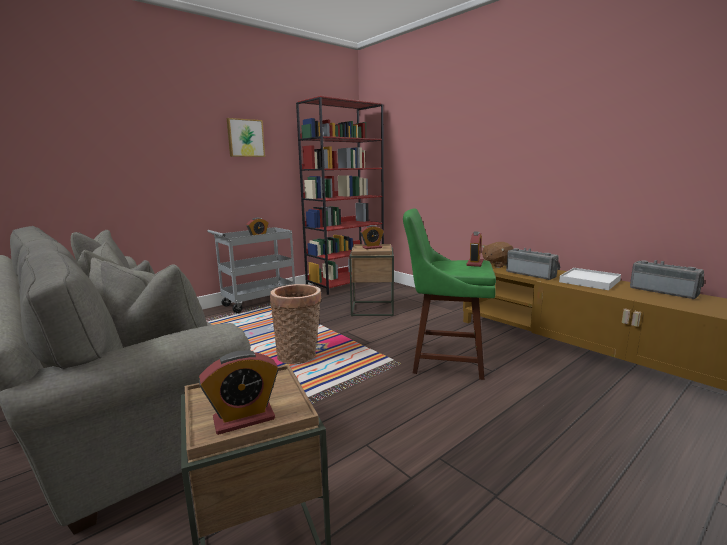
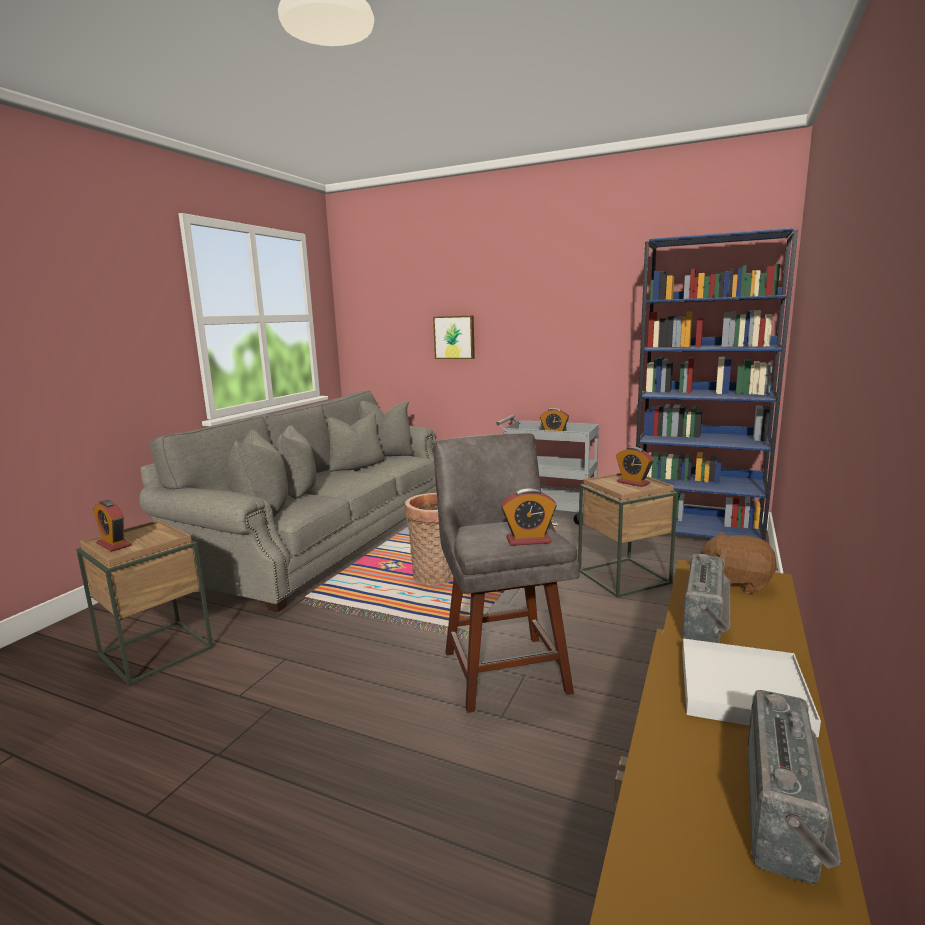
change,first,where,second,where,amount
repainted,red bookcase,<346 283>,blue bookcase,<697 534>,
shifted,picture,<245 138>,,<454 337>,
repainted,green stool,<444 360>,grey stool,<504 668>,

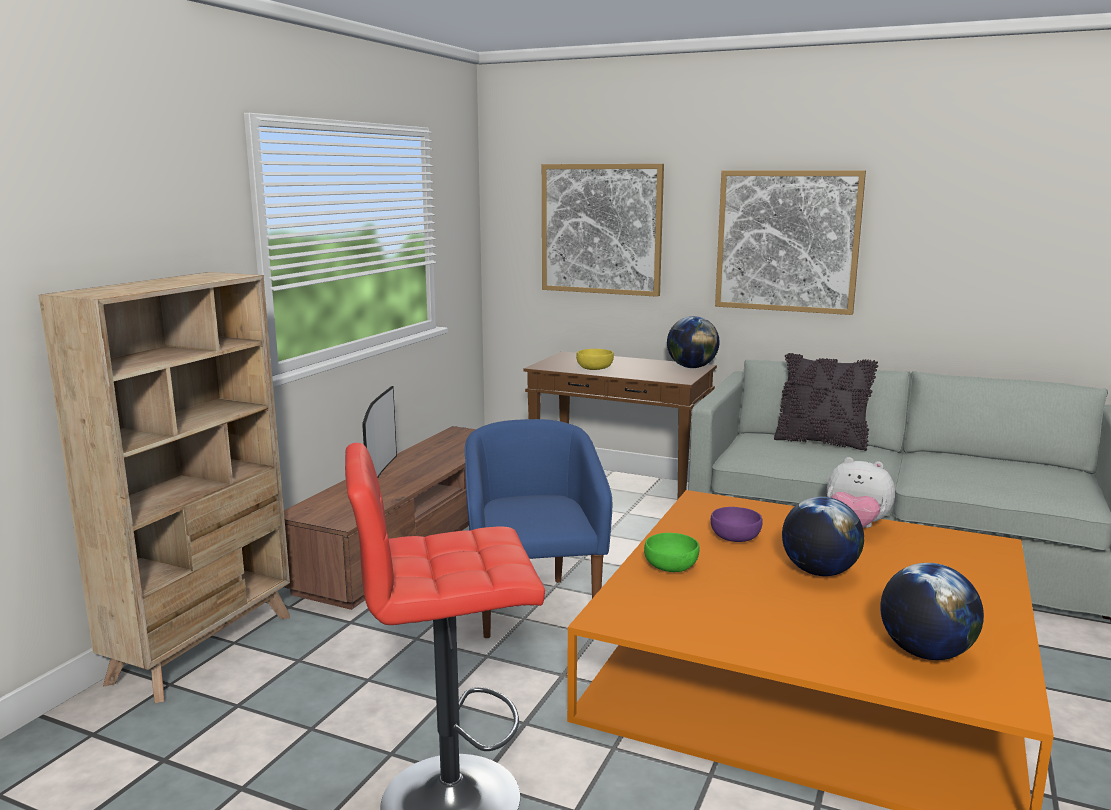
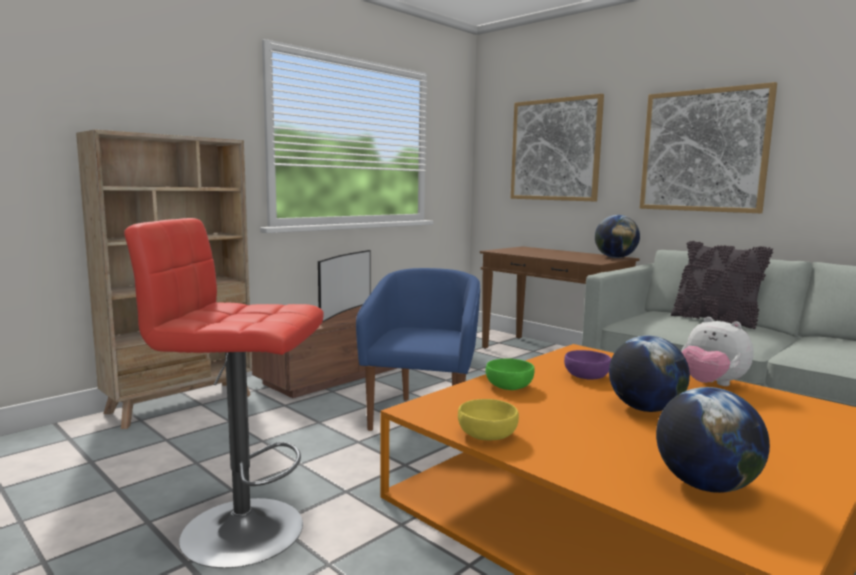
change,first,where,second,where,amount
shifted,yellow bowl,<595 368>,,<488 435>,

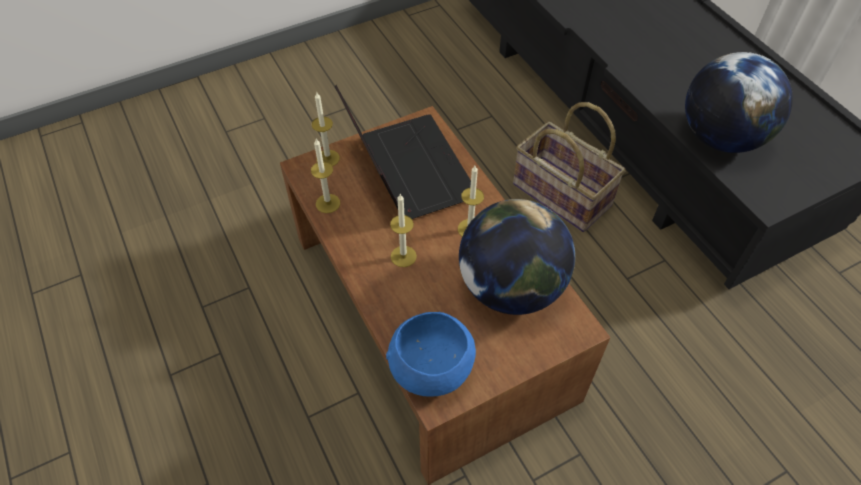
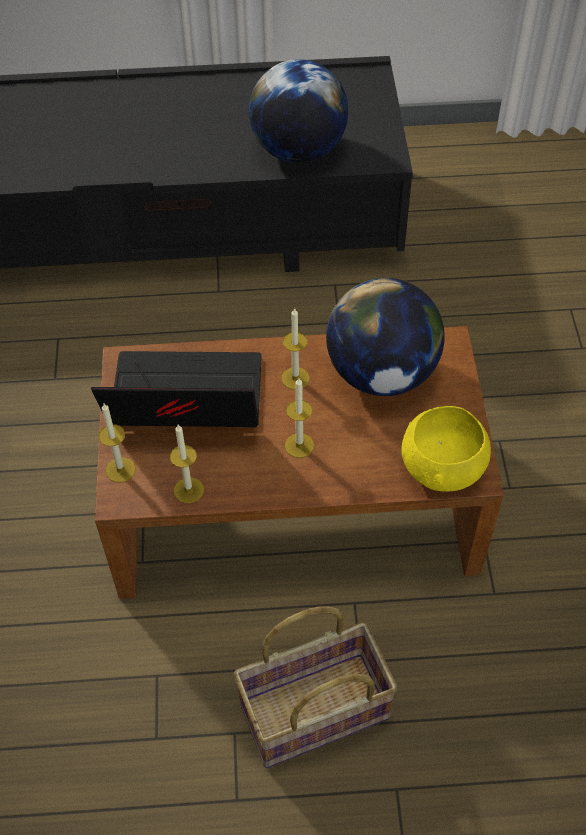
change,first,where,second,where,amount
shifted,basket,<560 195>,,<314 713>,
repainted,blue bowl,<430 370>,yellow bowl,<442 469>,

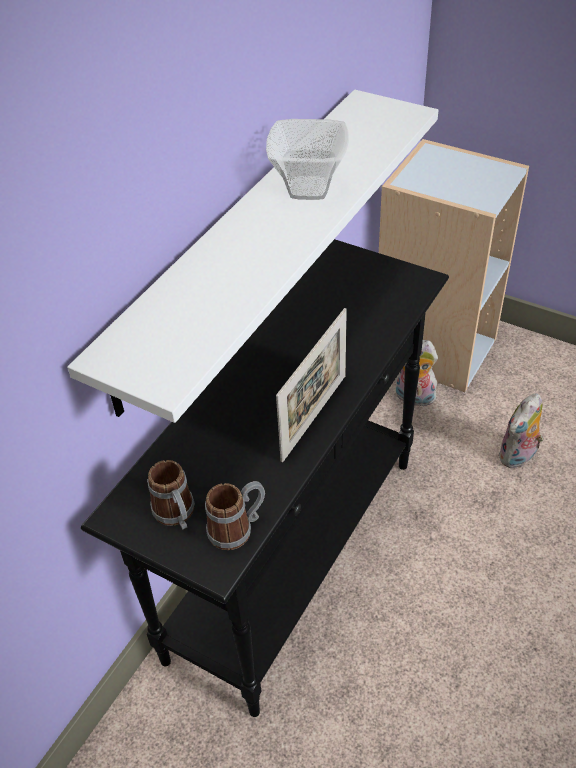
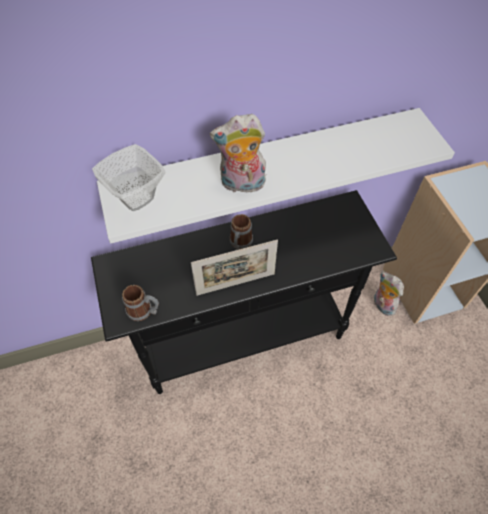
change,first,where,second,where,amount
shifted,bowl,<307 188>,,<137 197>,
shifted,plush toy,<518 457>,,<241 185>,
shifted,mug,<177 515>,,<240 244>,

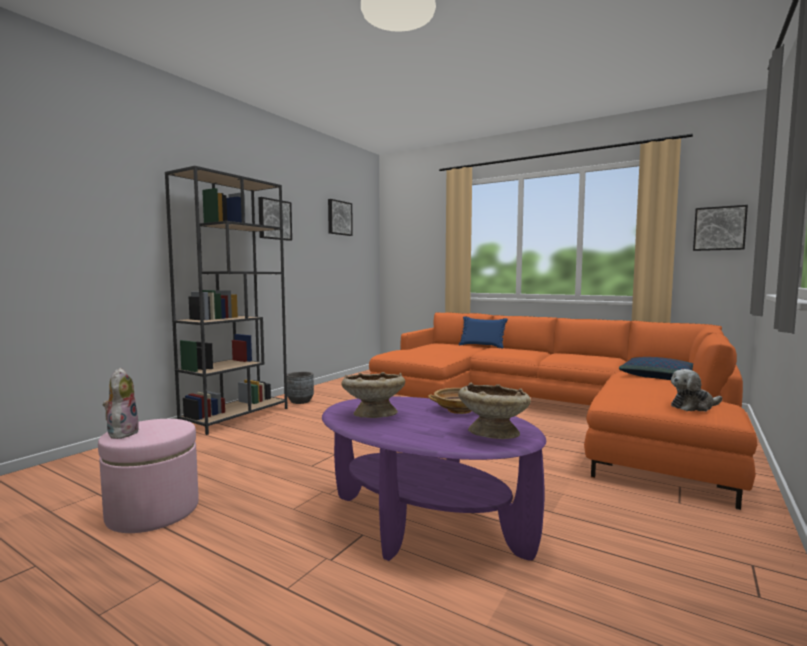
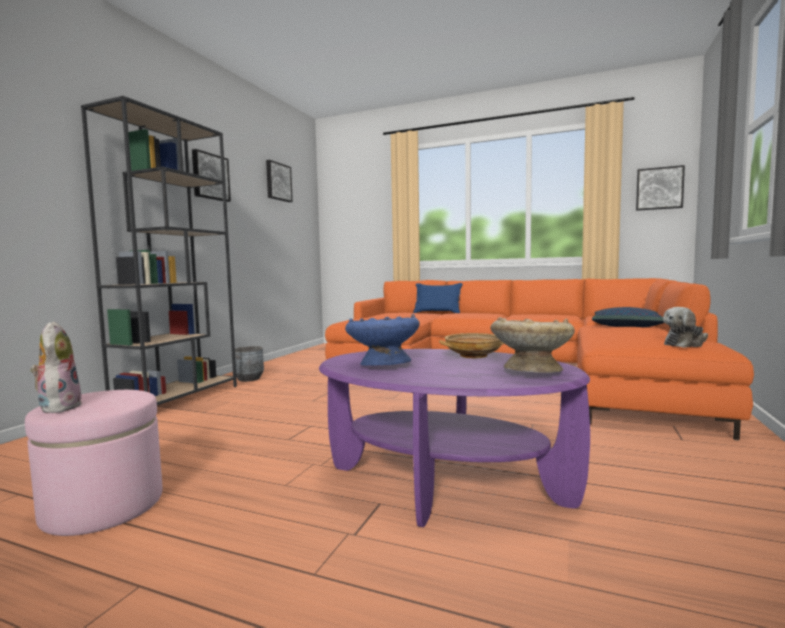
change,first,where,second,where,amount
repainted,beige bowl,<373 415>,blue bowl,<382 365>,

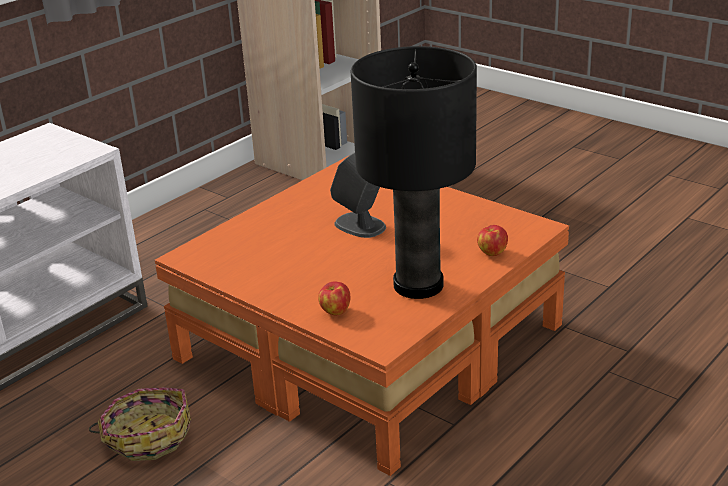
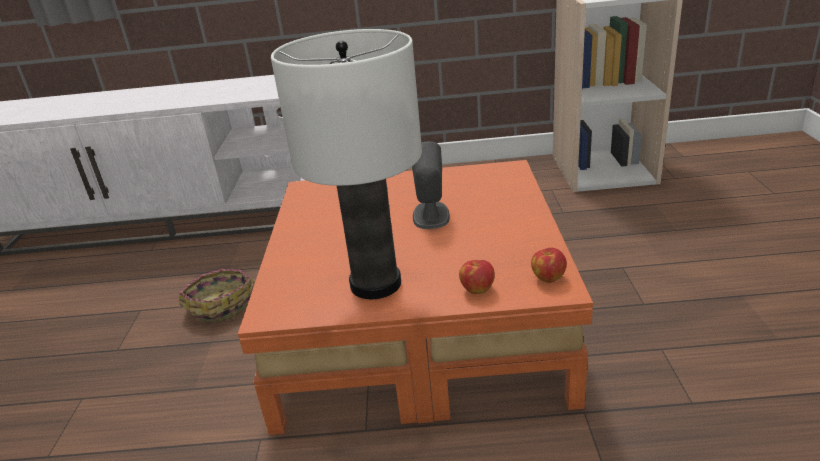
change,first,where,second,where,amount
repainted,black table lamp,<417 285>,white table lamp,<375 283>,
shifted,apple,<335 311>,,<548 277>,

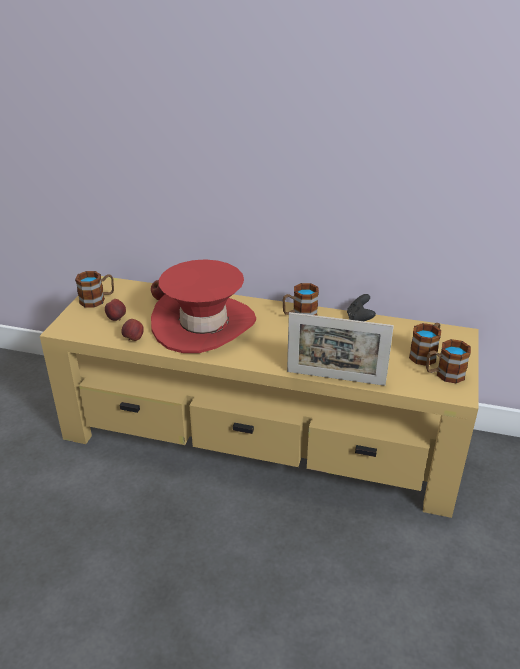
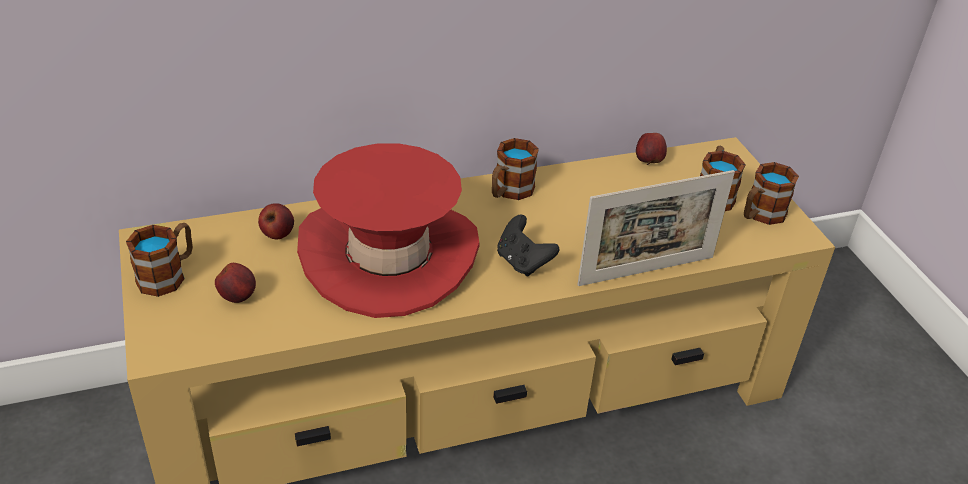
change,first,where,second,where,amount
shifted,black game controller,<359 320>,,<523 262>,
shifted,apple,<133 339>,,<649 162>,

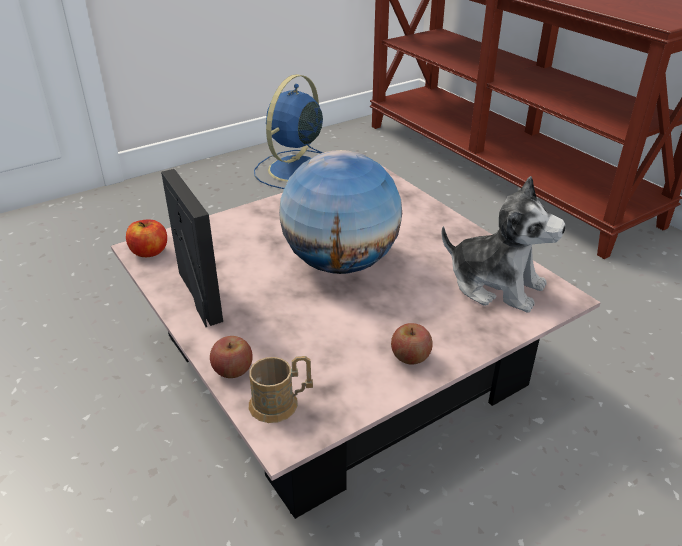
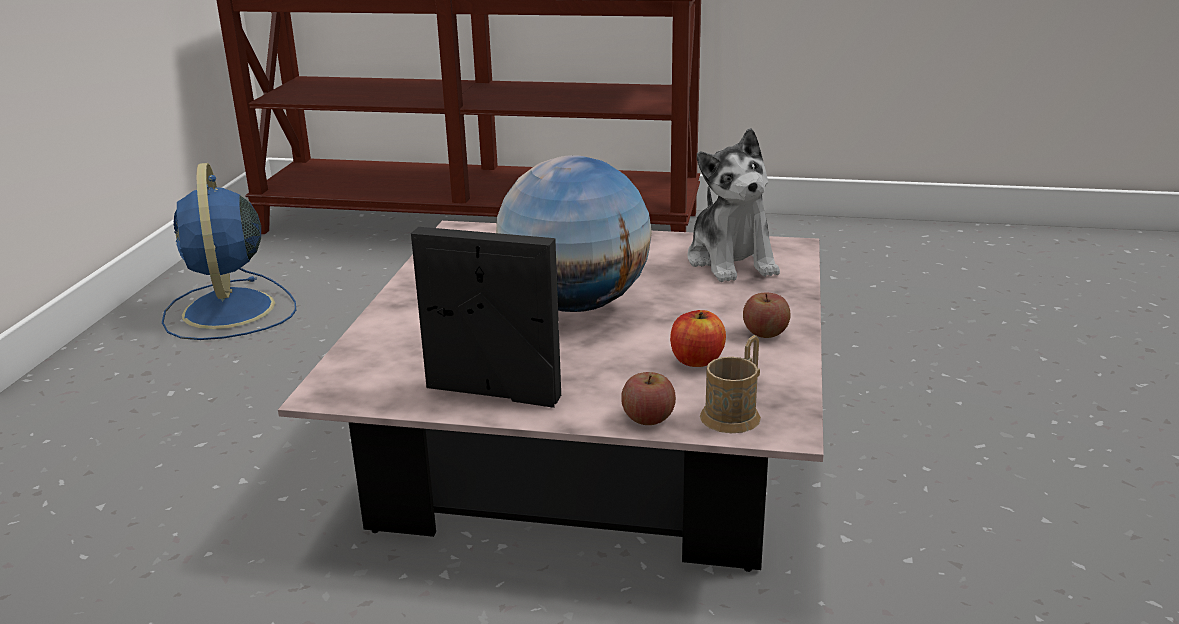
change,first,where,second,where,amount
rotated,plush toy,<496 285>,,<732 260>,90 degrees clockwise
shifted,apple,<149 252>,,<696 360>,

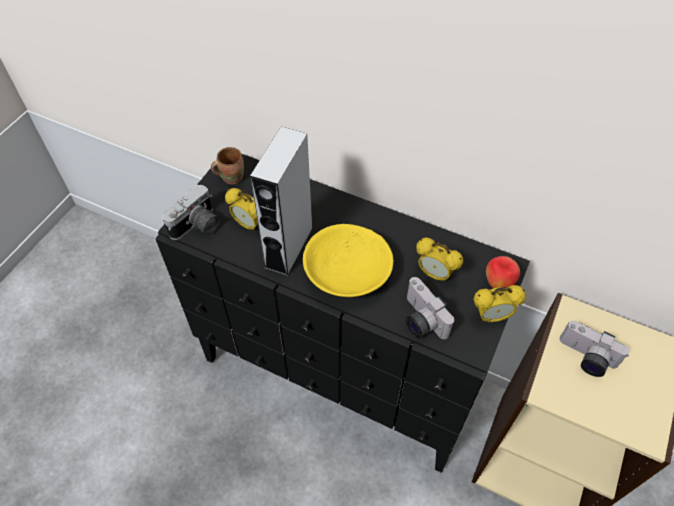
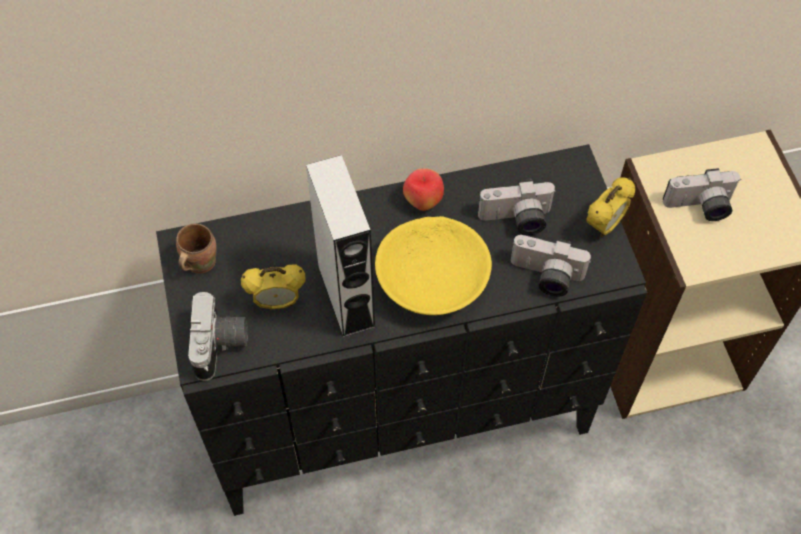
change,first,where,second,where,amount
swapped,alarm clock,<434 274>,photo camera,<516 220>,
shifted,apple,<498 283>,,<423 201>,

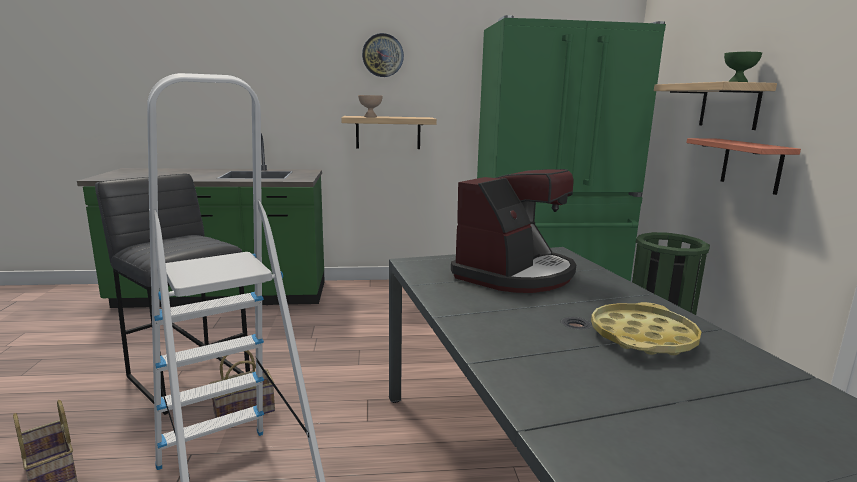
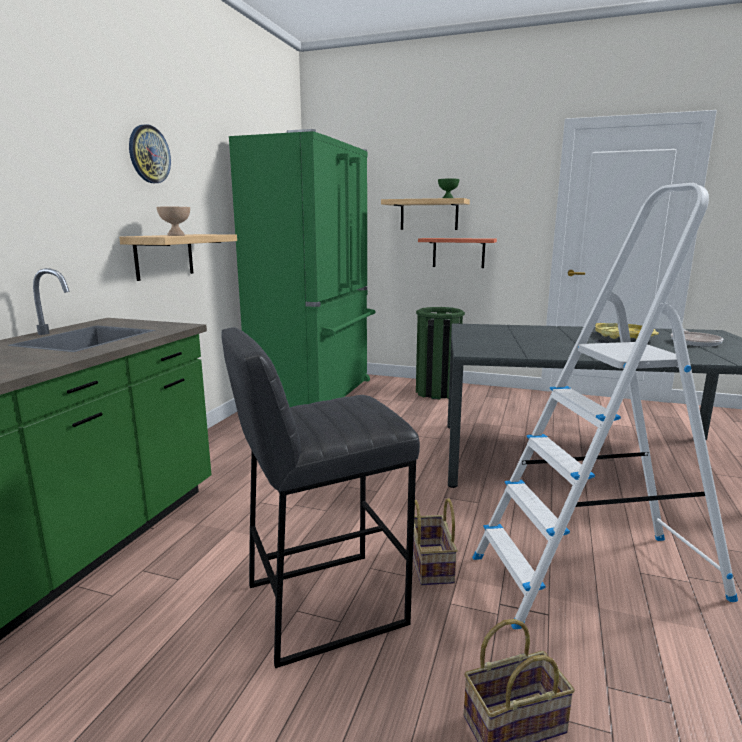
change,first,where,second,where,amount
gone,coffee machine,<515 274>,,,
new,,,frying pan,<694 342>,

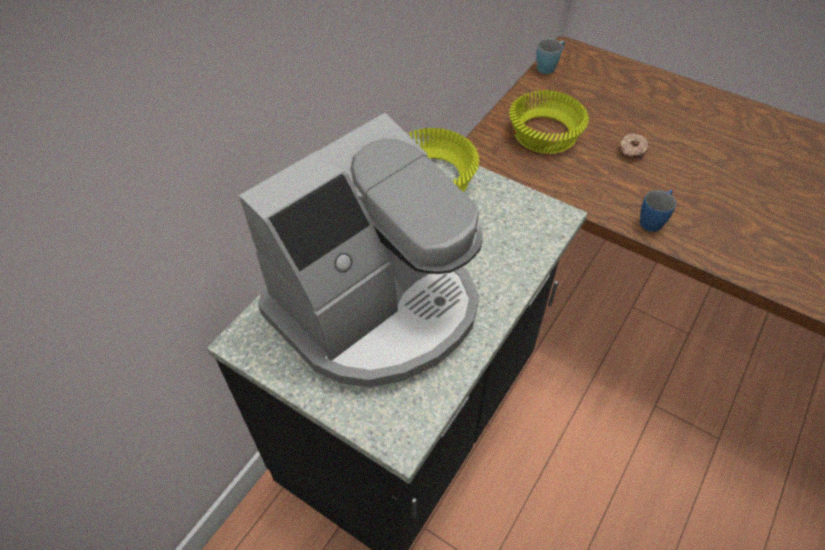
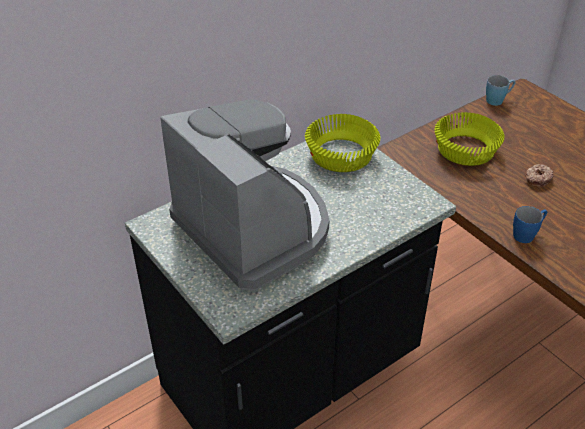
change,first,where,second,where,amount
rotated,coffee machine,<377 307>,,<254 228>,105 degrees counterclockwise

